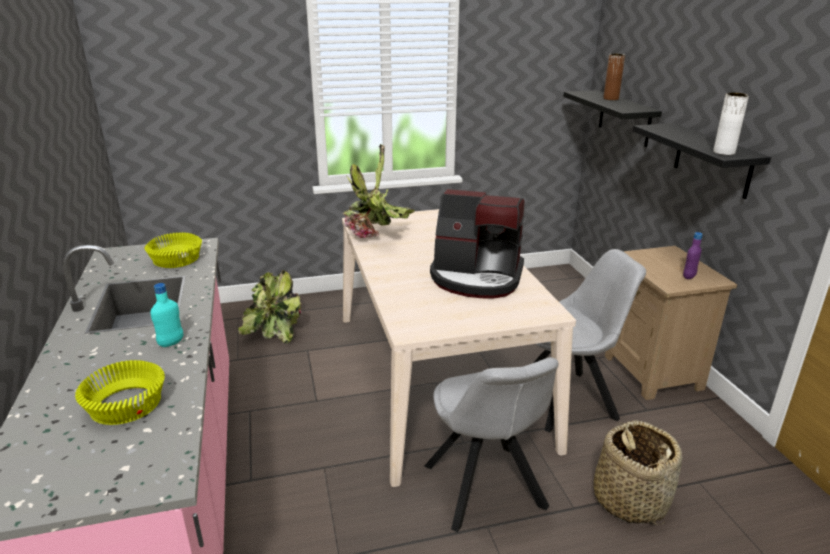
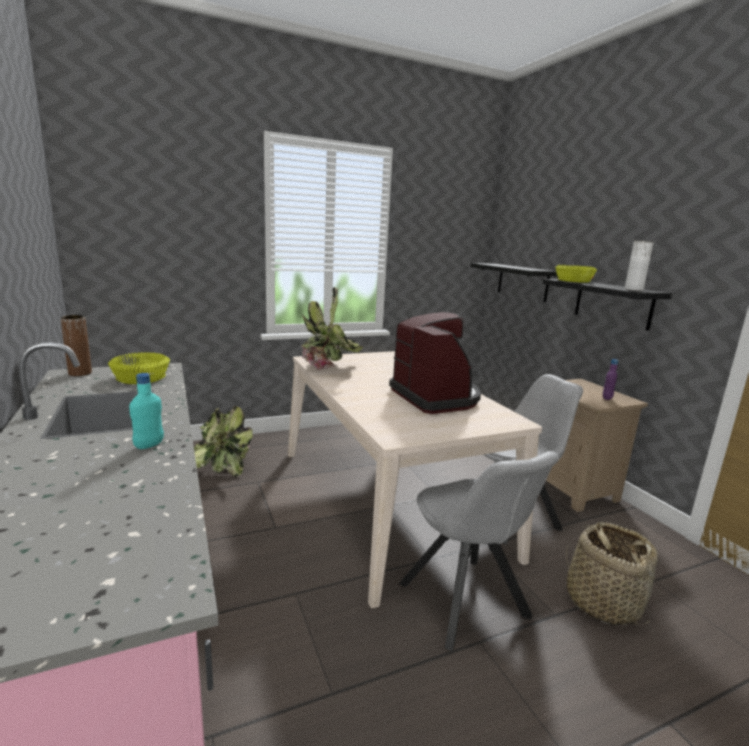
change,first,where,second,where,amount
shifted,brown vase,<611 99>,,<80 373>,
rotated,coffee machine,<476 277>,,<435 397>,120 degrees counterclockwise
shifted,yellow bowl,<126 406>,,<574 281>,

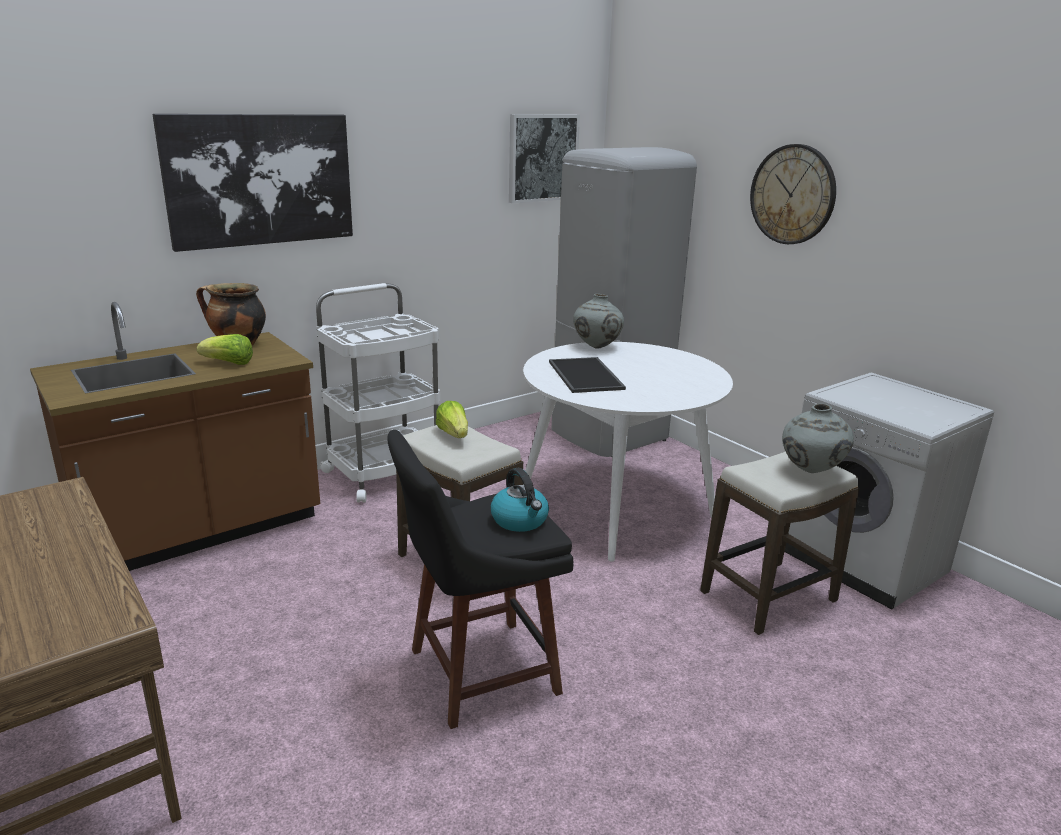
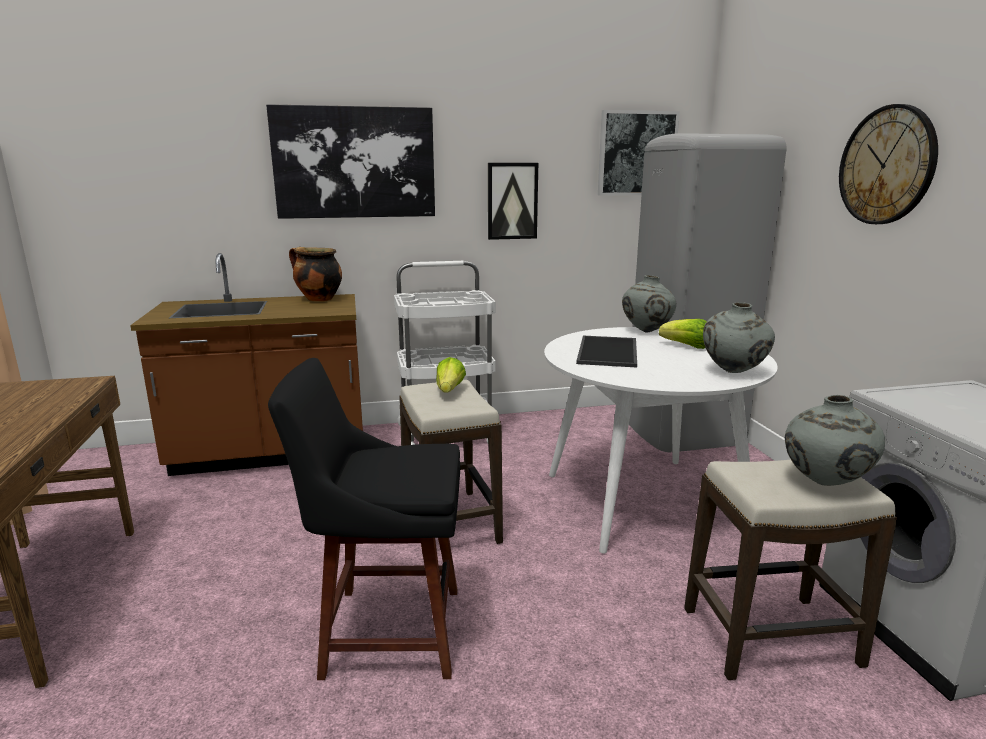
change,first,where,second,where,amount
shifted,lettuce,<229 363>,,<686 346>,
gone,kettle,<520 520>,,,
new,,,picture,<512 201>,
new,,,grey vase,<734 372>,

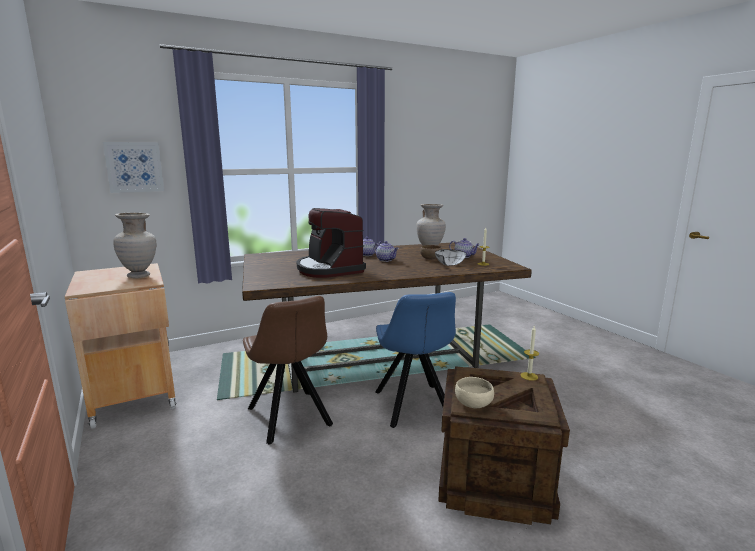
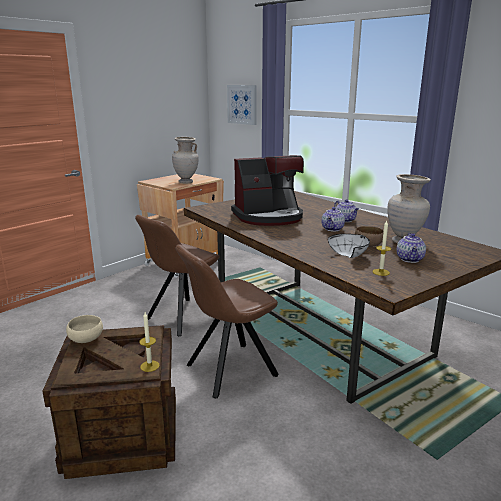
change,first,where,second,where,amount
rotated,coffee machine,<329 269>,,<268 217>,150 degrees counterclockwise
repainted,blue chair,<413 405>,brown chair,<230 370>,

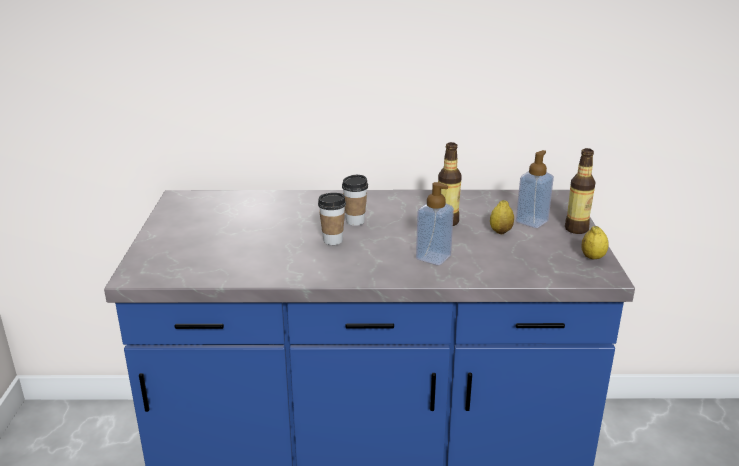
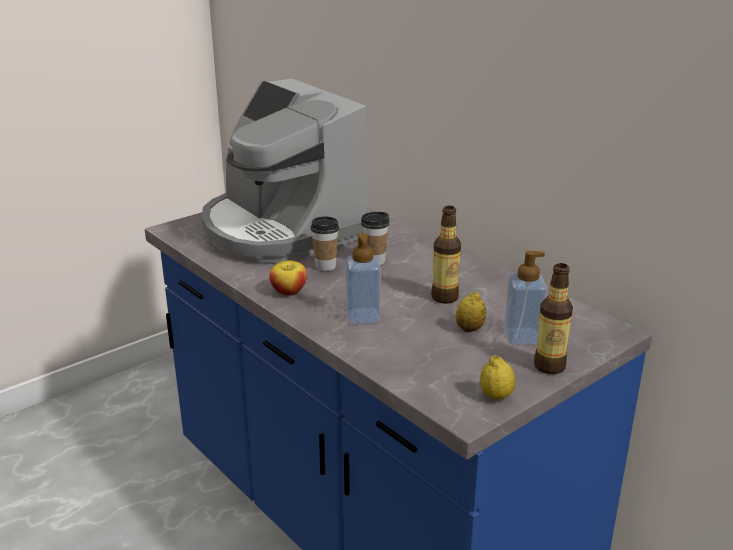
change,first,where,second,where,amount
new,,,coffee machine,<280 229>,
new,,,apple,<288 291>,

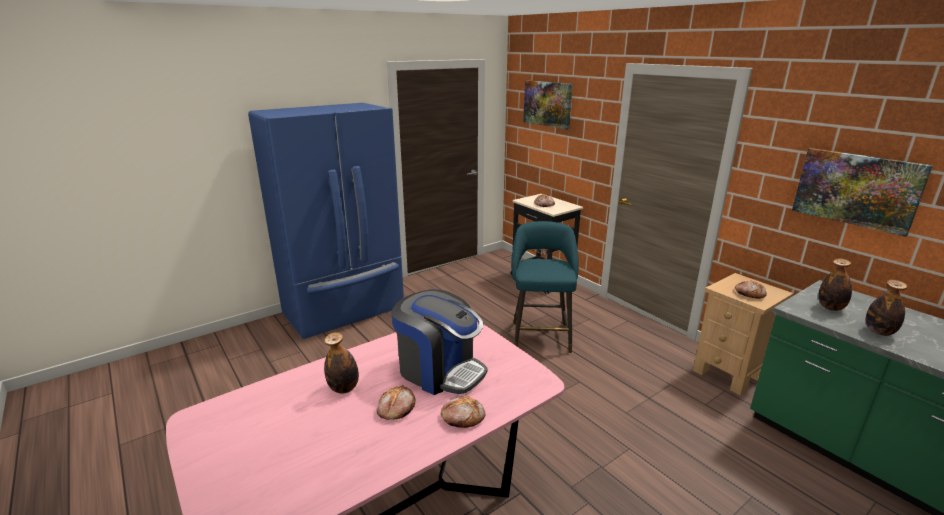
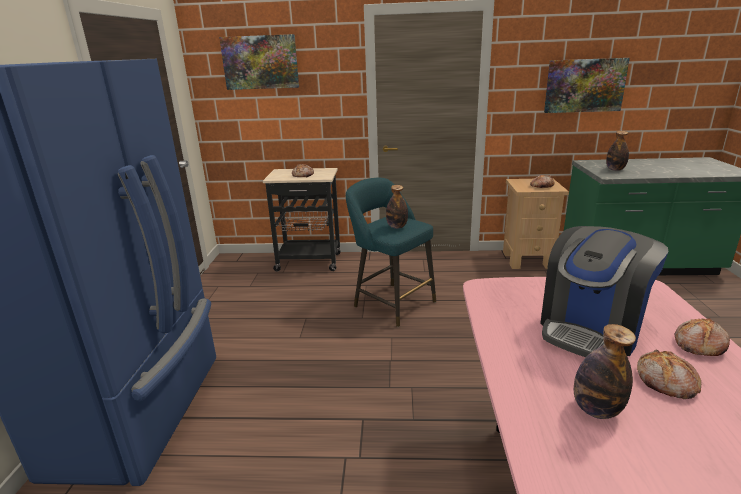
change,first,where,second,where,amount
shifted,bottle,<879 332>,,<397 227>,
rotated,coffee machine,<440 370>,,<591 329>,150 degrees clockwise

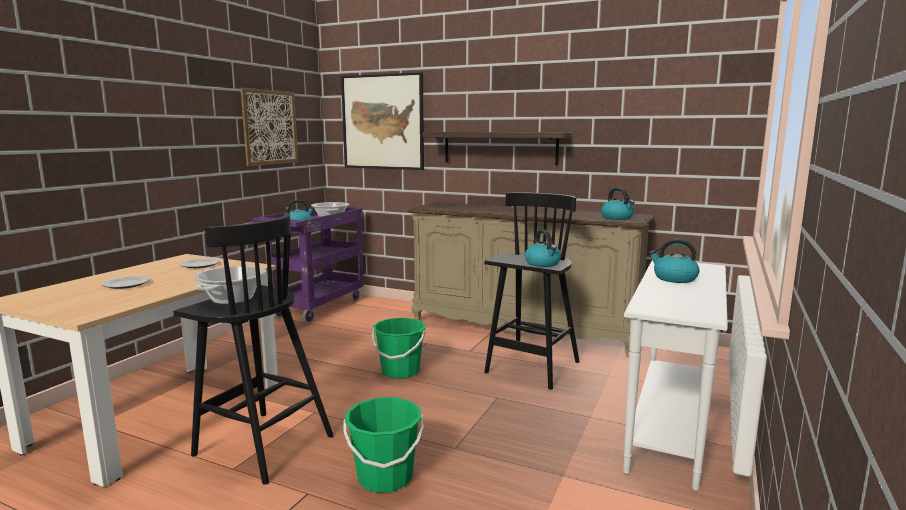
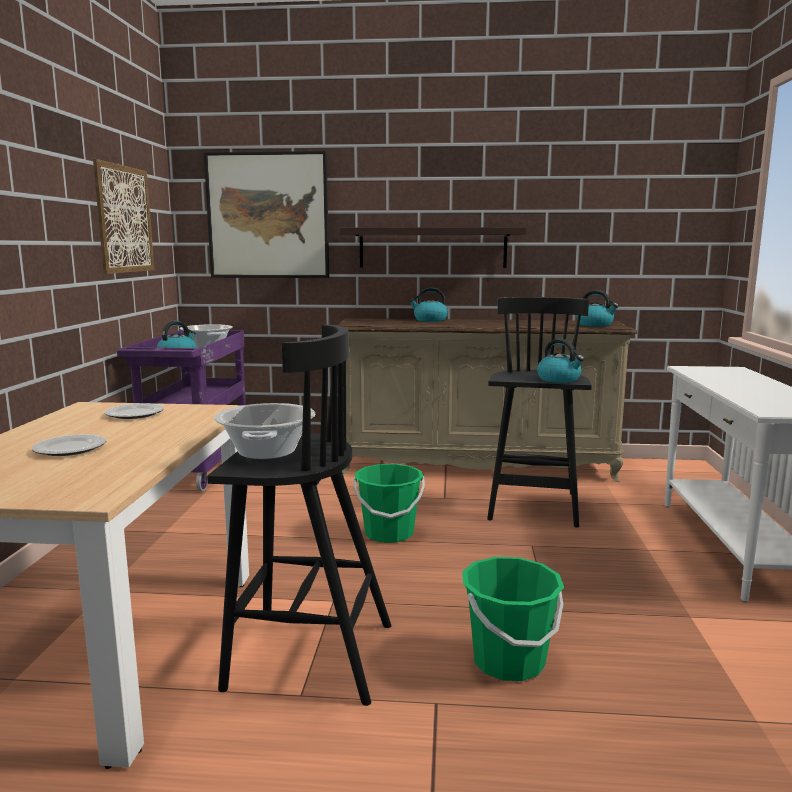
change,first,where,second,where,amount
shifted,kettle,<674 278>,,<430 320>,

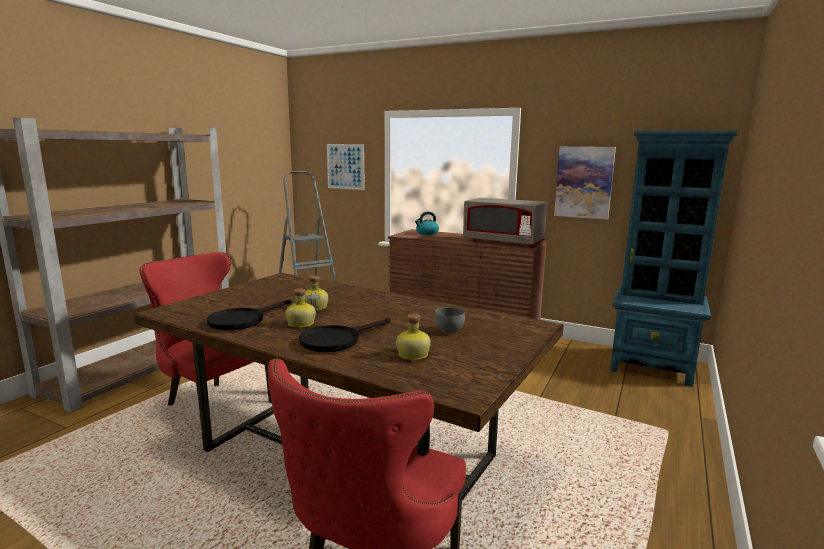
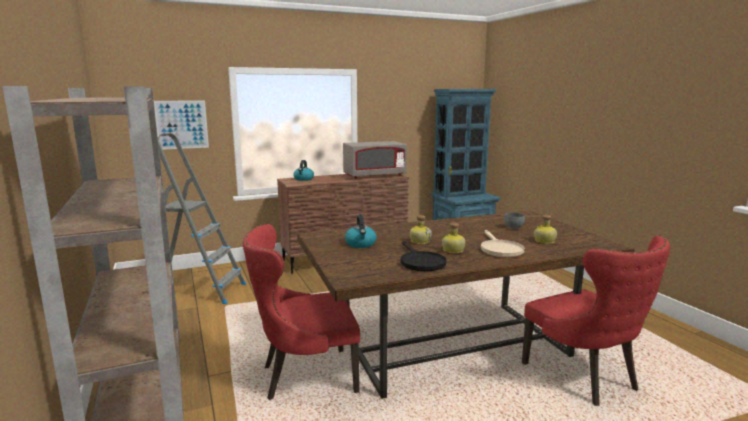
change,first,where,second,where,amount
gone,picture,<584 182>,,,
repainted,black frying pan,<337 340>,beige frying pan,<499 249>,
new,,,kettle,<361 244>,

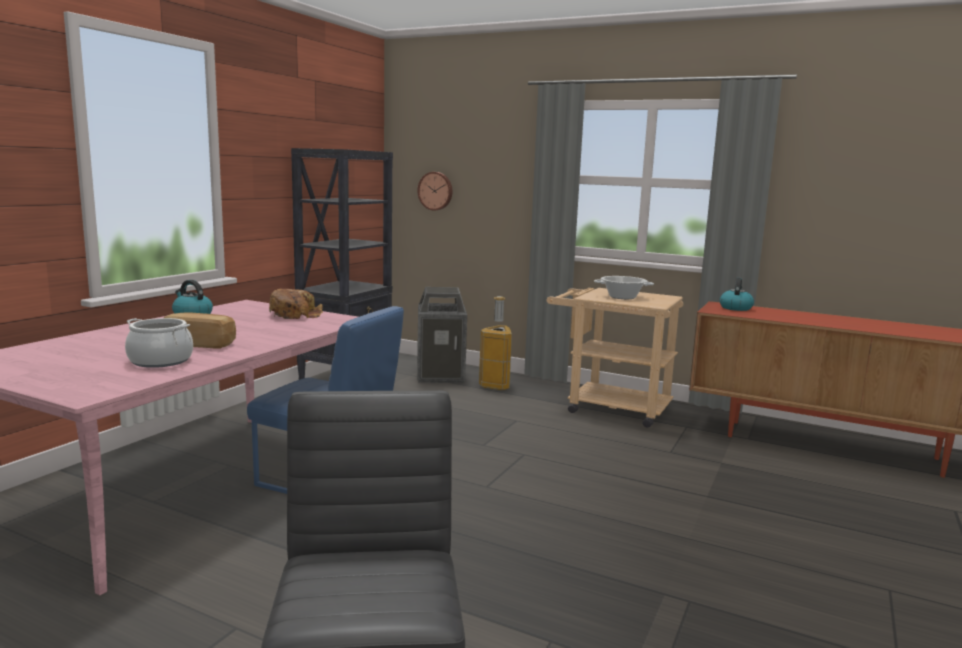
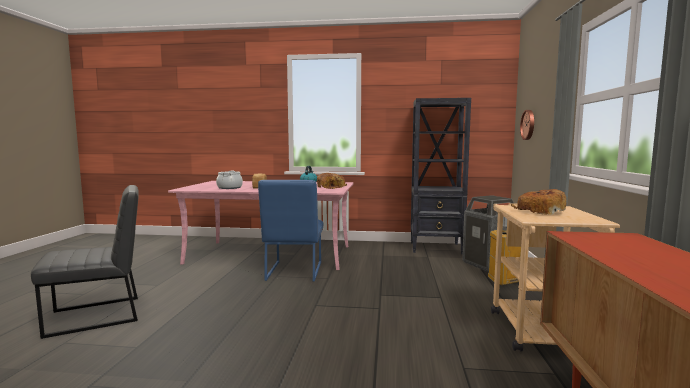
change,first,where,second,where,amount
swapped,cooking pot,<622 297>,bread,<539 211>,
gone,kettle,<735 308>,,,

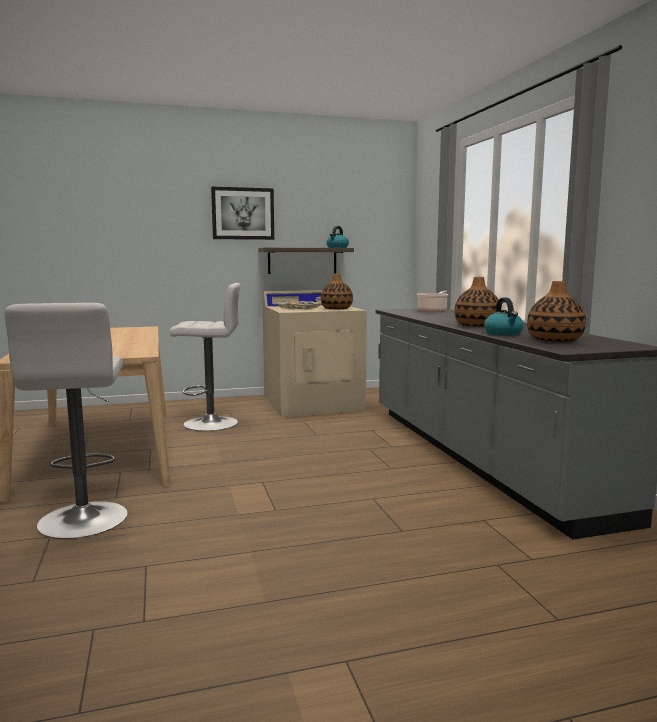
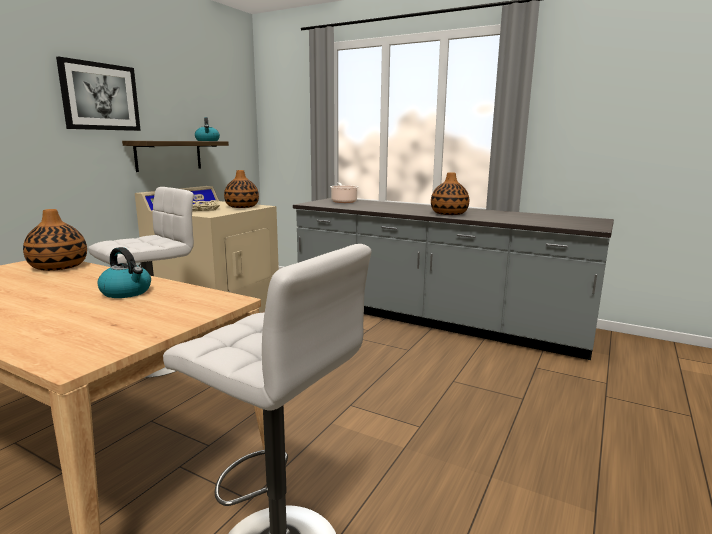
change,first,where,second,where,amount
shifted,vase,<554 340>,,<58 267>,
shifted,kettle,<503 333>,,<127 292>,

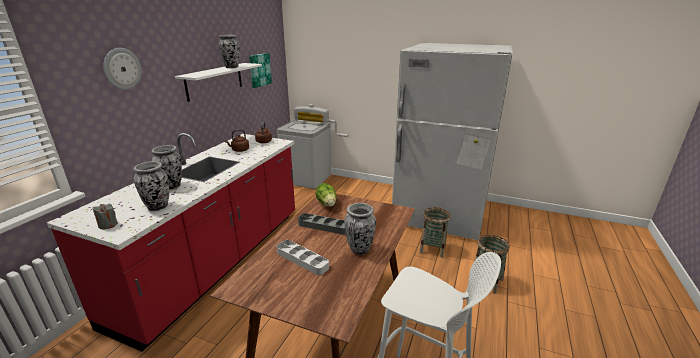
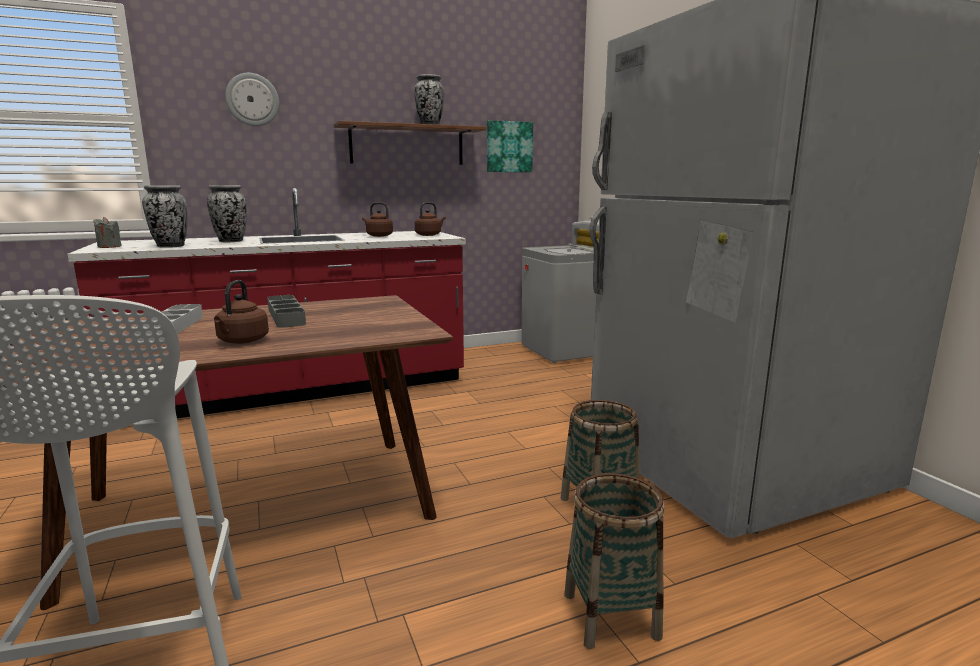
change,first,where,second,where,amount
repainted,white shelf,<215 81>,brown shelf,<407 145>,
gone,lettuce,<327 203>,,,
swapped,vase,<360 249>,brown kettle,<242 341>,

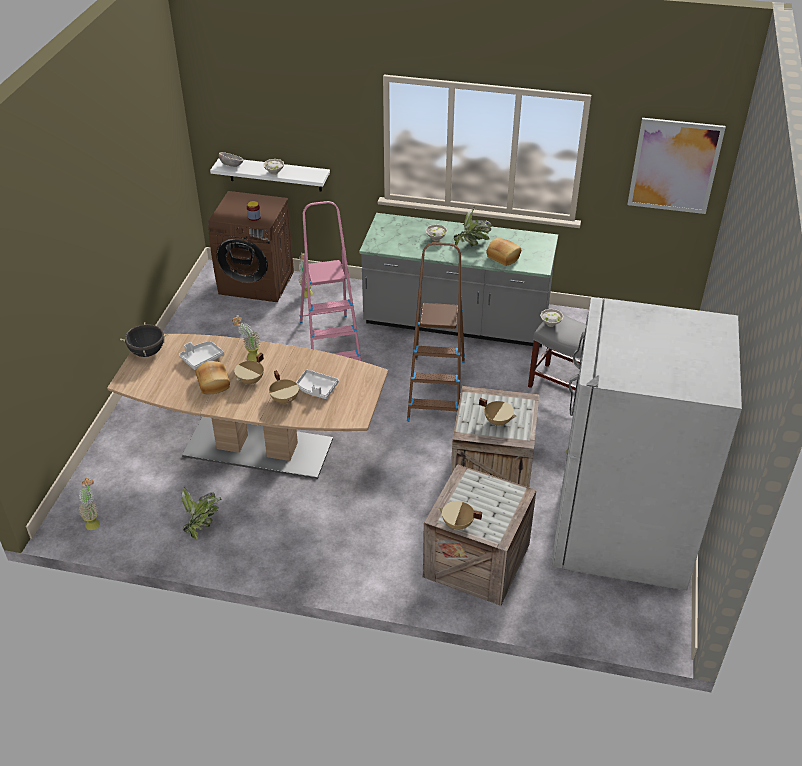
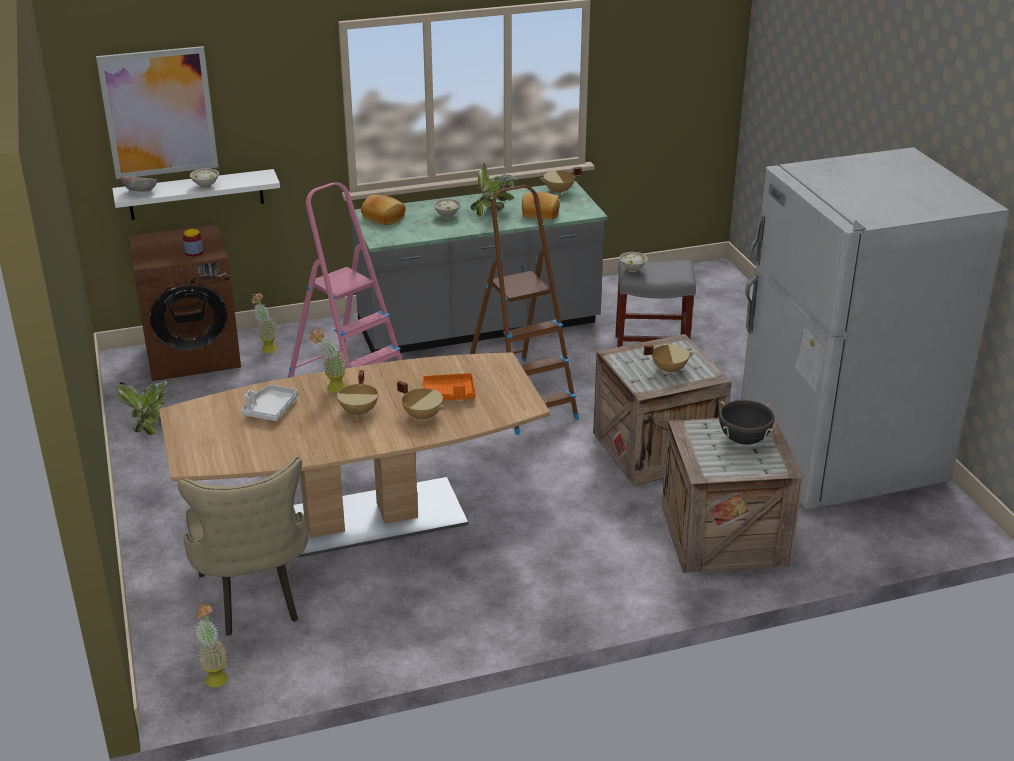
change,first,where,second,where,amount
shifted,picture,<674 166>,,<159 112>,
shifted,black cooking pot,<147 352>,,<744 440>,
shifted,bread,<214 383>,,<384 217>,
repainted,white tray,<316 388>,orange tray,<449 394>,
shifted,potted plant,<202 523>,,<149 424>,
shifted,beige cooking pot,<457 524>,,<559 191>,
new,,,beige chair,<254 598>,

